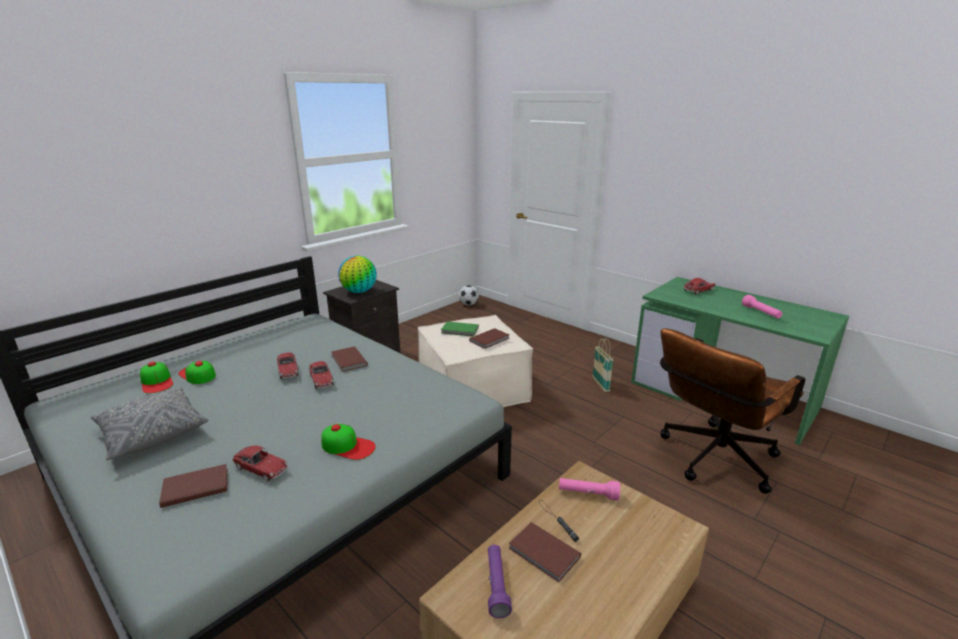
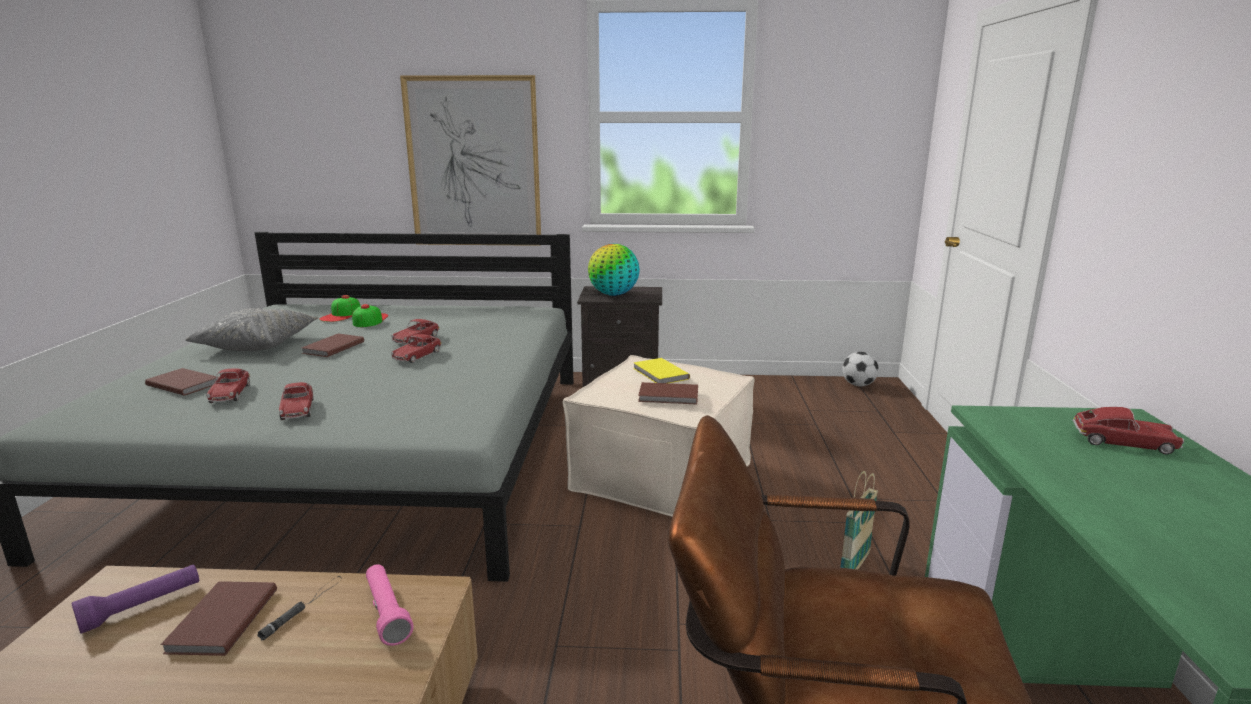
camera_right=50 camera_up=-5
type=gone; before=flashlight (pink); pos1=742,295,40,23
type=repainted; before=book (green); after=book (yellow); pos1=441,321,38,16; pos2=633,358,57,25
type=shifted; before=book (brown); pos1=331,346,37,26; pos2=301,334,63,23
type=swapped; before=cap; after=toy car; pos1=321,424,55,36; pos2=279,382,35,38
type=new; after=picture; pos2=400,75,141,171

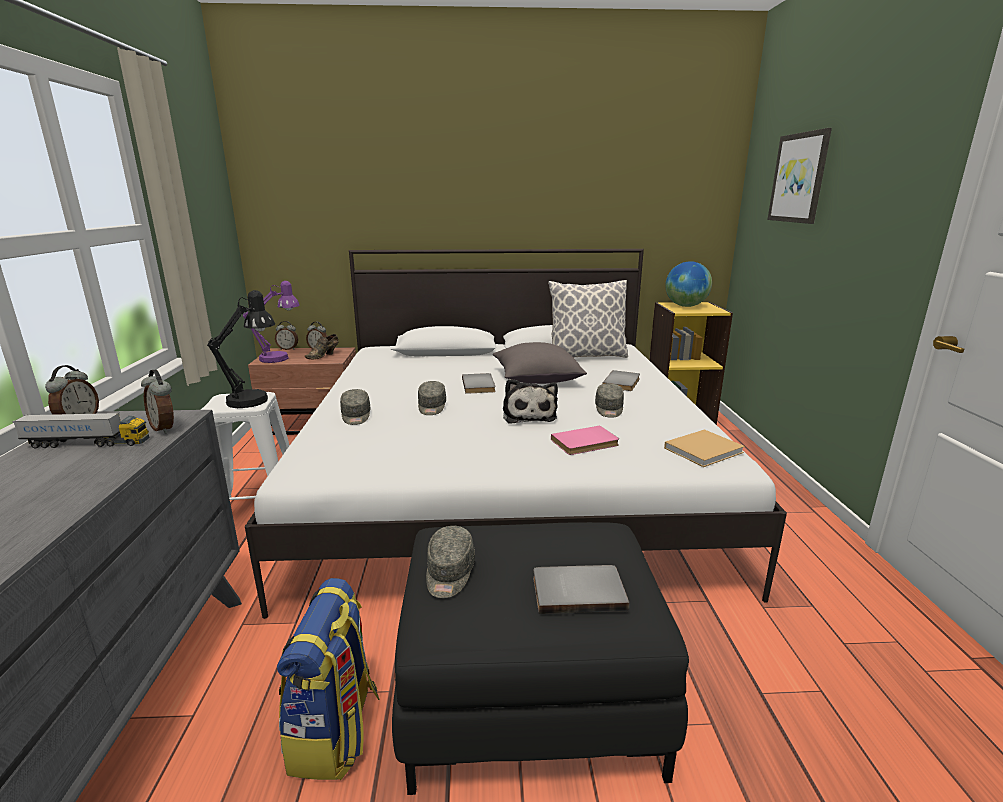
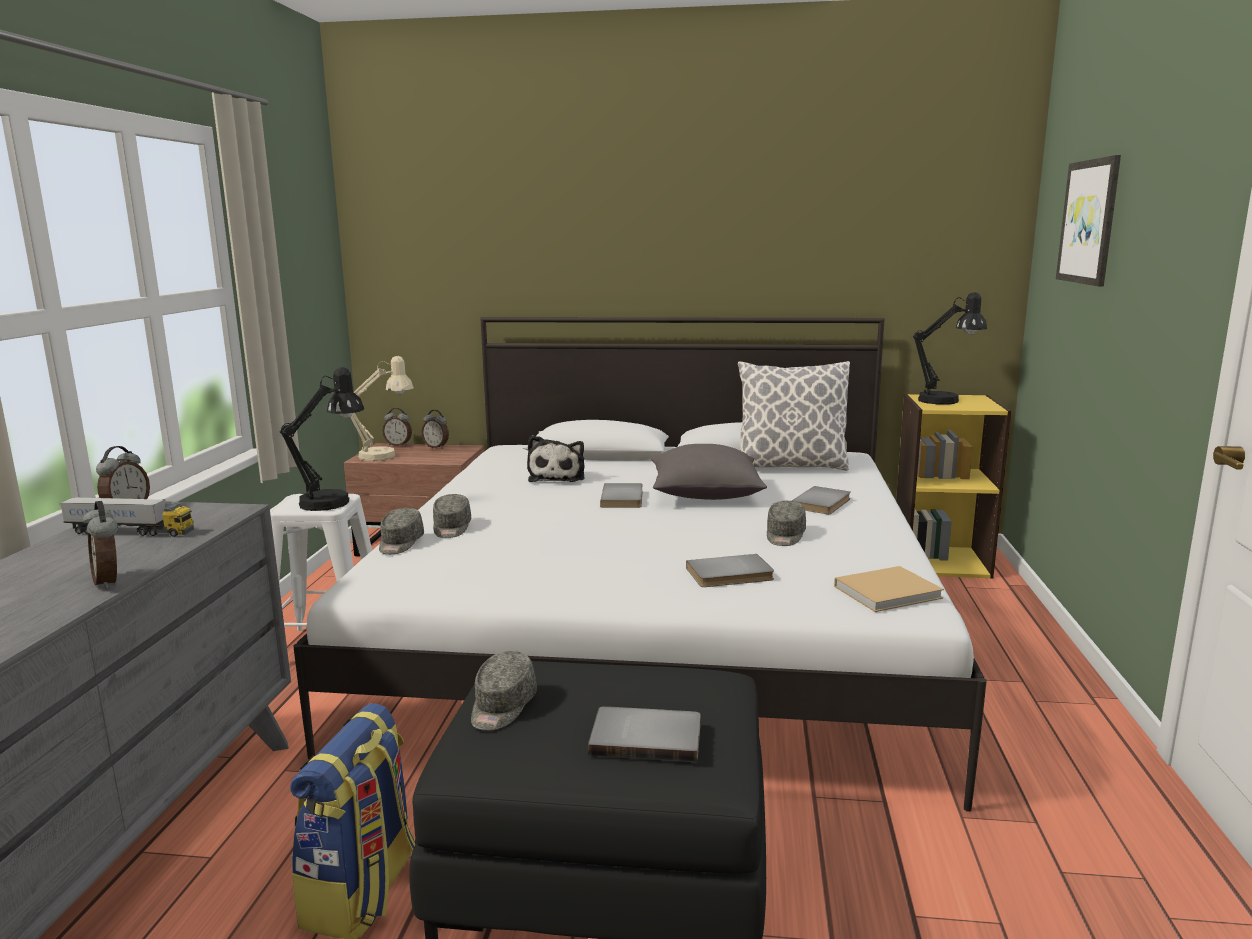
camera_right=10 camera_up=-5
type=swapped; before=globe; after=table lamp (black); pos1=665,261,47,46; pos2=913,292,74,113
type=repainted; before=table lamp (purple); after=table lamp (beige); pos1=243,281,57,82; pos2=351,356,63,105
type=gone; before=shoe (brown); pos1=305,334,34,25
type=shifted; before=alarm clock; pos1=141,369,33,65; pos2=83,501,35,88
type=shifted; before=plush toy; pos1=503,379,55,45; pos2=527,435,57,47
type=shifted; before=cap (grey); pos1=418,381,28,34; pos2=379,508,45,46
type=repainted; before=book (pink); after=book (grey); pos1=551,426,68,29; pos2=686,554,88,33

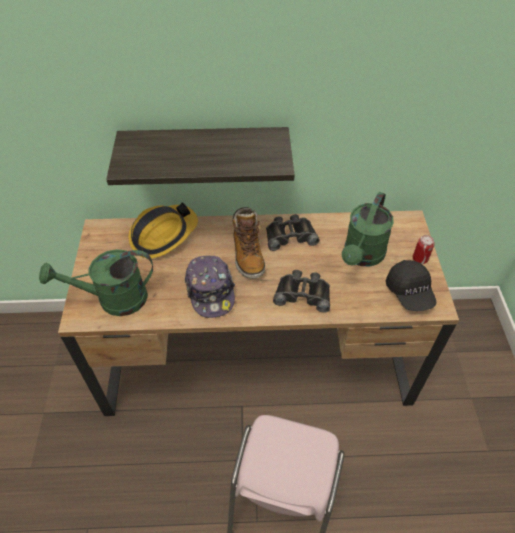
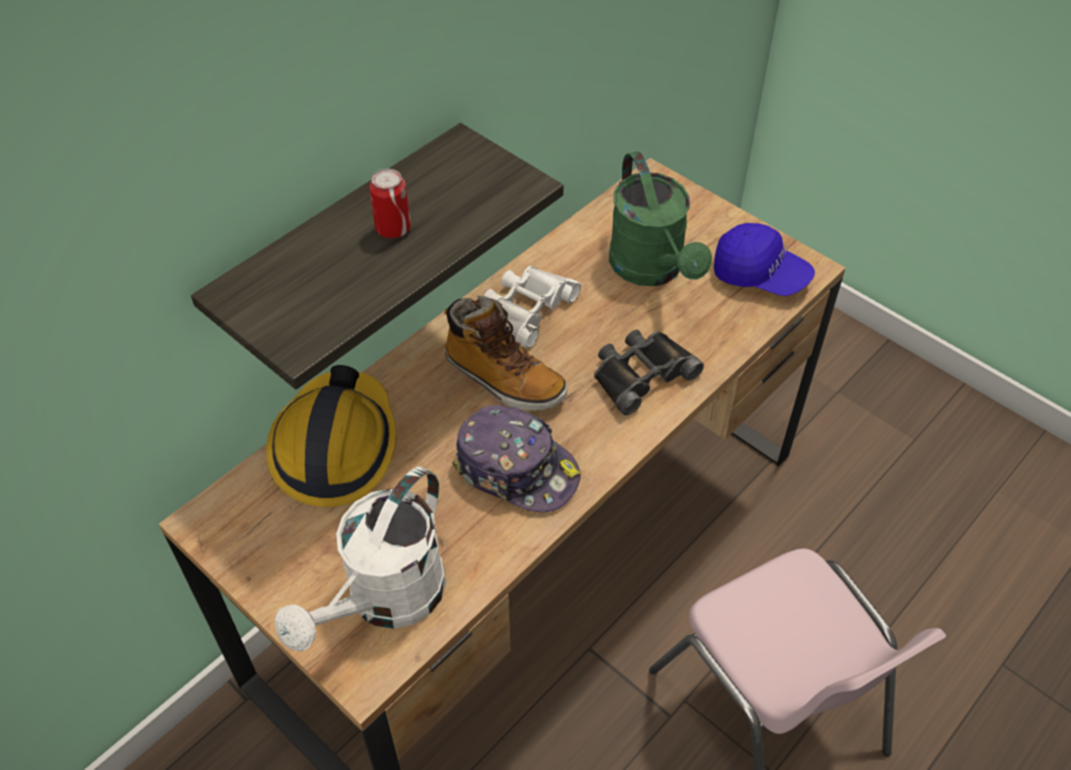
camera_right=-45 camera_up=0
type=repainted; before=binoculars (black); after=binoculars (white); pos1=266,214,53,37; pos2=484,266,97,82
type=shifted; before=can; pos1=413,235,21,29; pos2=369,169,42,69
type=repainted; before=watering can (green); after=watering can (white); pos1=39,249,114,67; pos2=275,466,171,185
type=repainted; before=cap (black); after=cap (blue); pos1=386,260,51,51; pos2=714,223,101,73

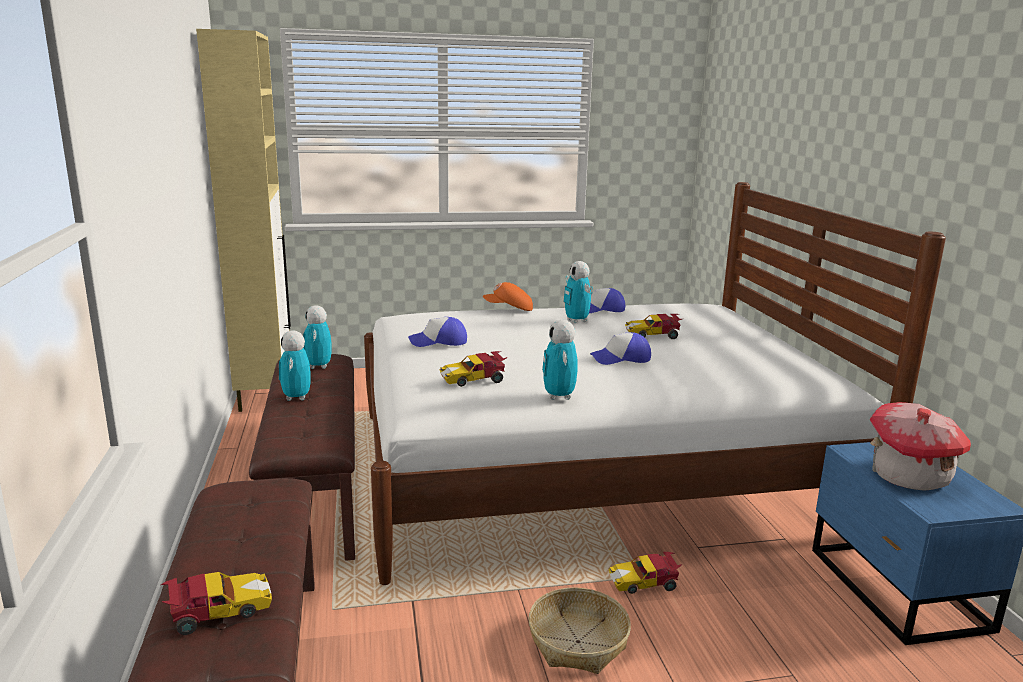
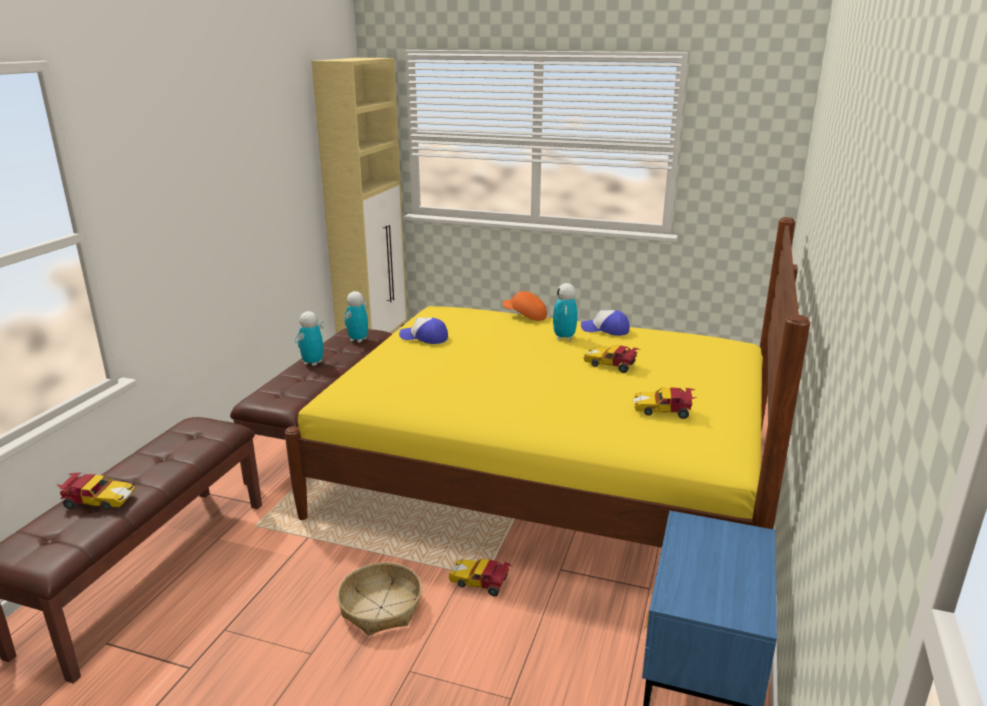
camera_right=30 camera_up=5
type=repainted; before=bed (white); after=bed (yellow); pos1=364,182,582,403; pos2=285,217,525,331
type=gone; before=toy robot; pos1=542,320,36,80
type=gone; before=cap; pos1=590,332,61,33
type=shifted; before=toy car; pos1=440,351,68,36; pos2=634,387,63,32
type=gone; before=toy house; pos1=869,402,102,89

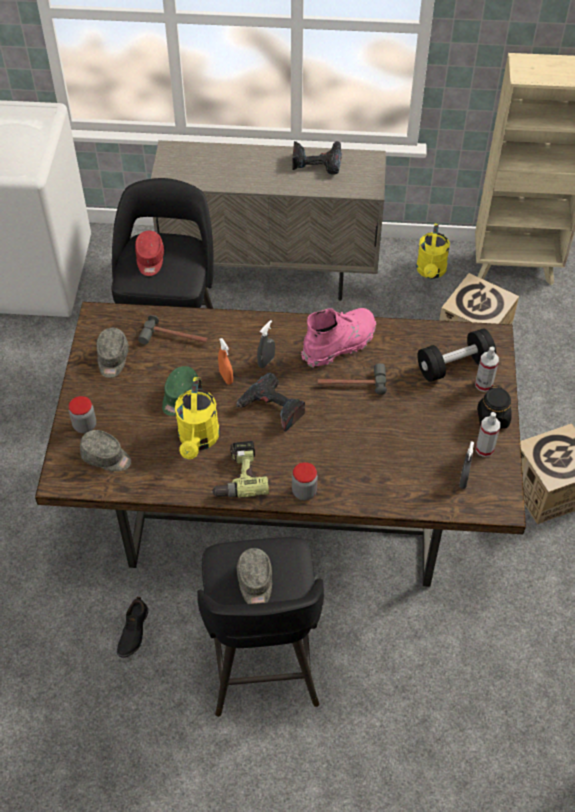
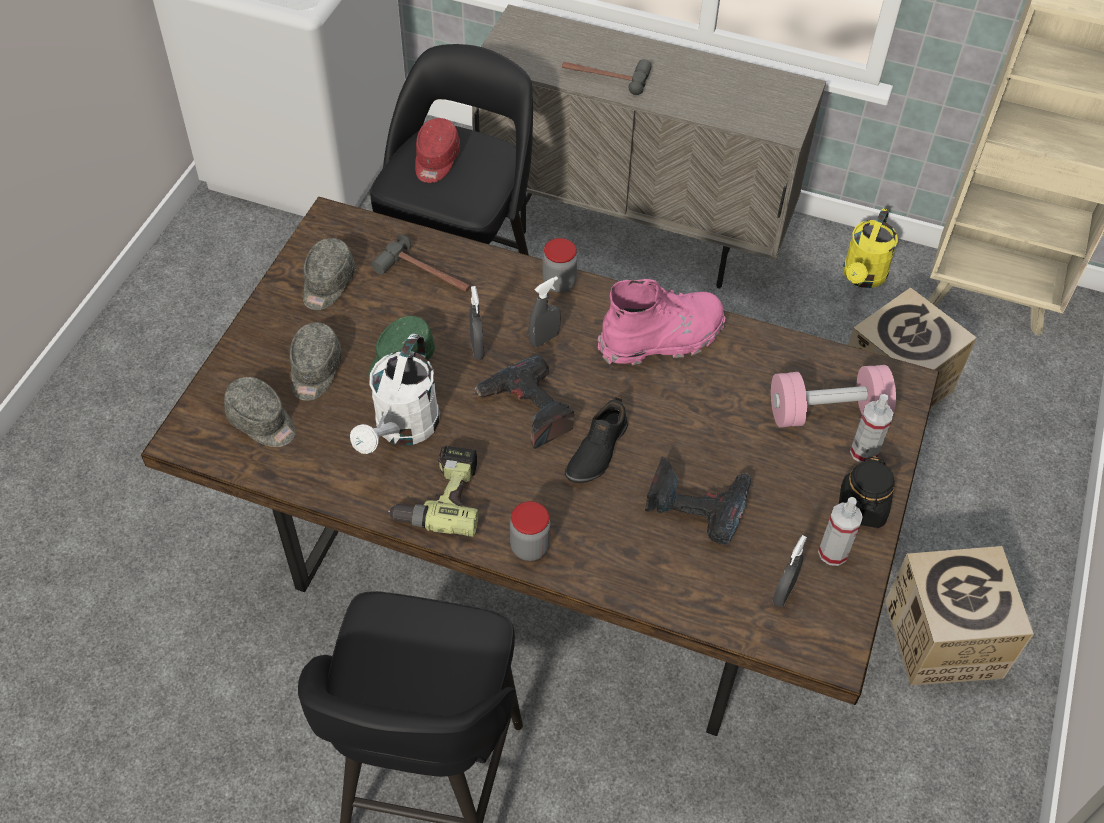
camera_right=15 camera_up=0
type=shifted; before=power drill; pos1=292,141,50,34; pos2=645,456,106,89
type=repainted; before=dumbbell (black); after=dumbbell (pink); pos1=418,328,78,54; pos2=771,365,125,62
type=repainted; before=spray bottle (orange); after=spray bottle (grey); pos1=218,338,15,47; pos2=469,286,16,74
type=shifted; before=hammer; pos1=318,363,69,32; pos2=562,59,90,36
type=repainted; before=watering can (yellow); after=watering can (white); pos1=175,377,45,82; pos2=350,334,89,120
type=shifted; before=jar; pos1=68,396,28,37; pos2=542,238,36,55
type=shifted; before=cap (grey); pos1=237,548,35,56; pos2=290,322,52,79
type=shifted; before=shoe (black); pos1=117,597,31,61; pos2=565,396,63,87

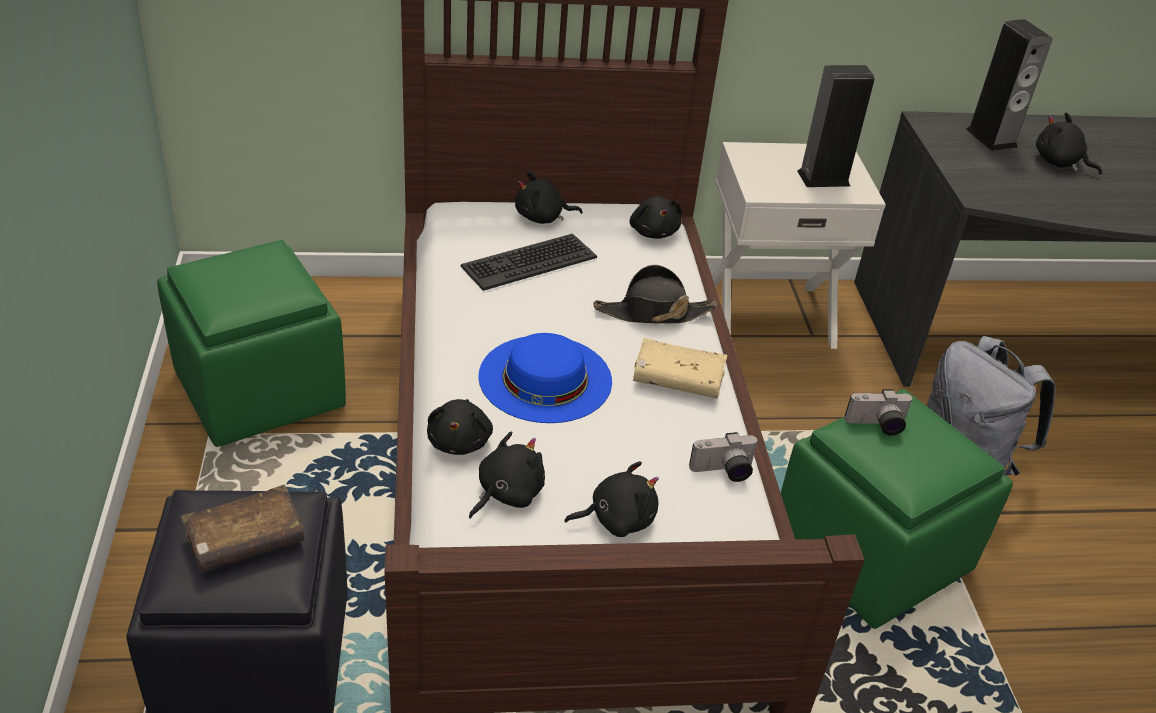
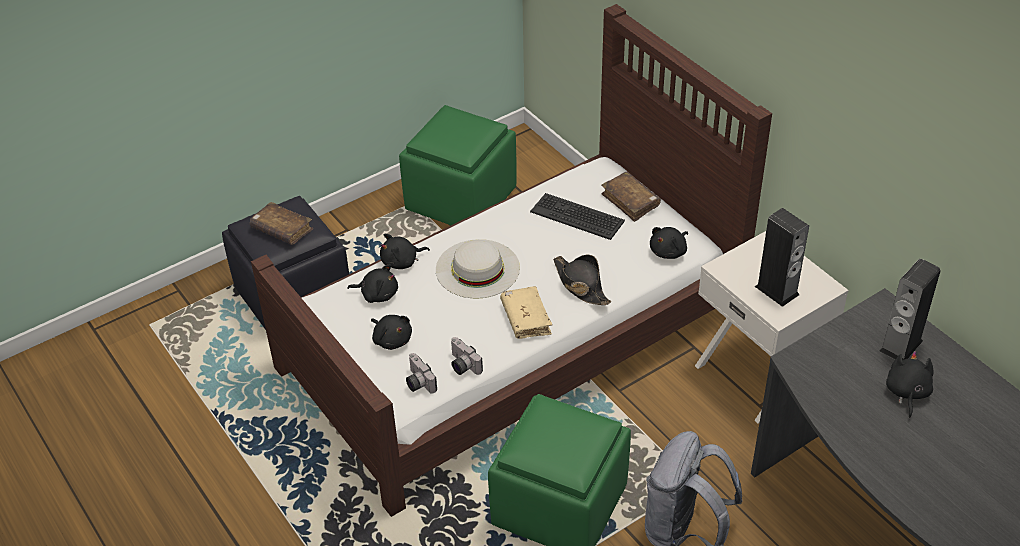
camera_right=65 camera_up=5
type=swapped; before=plush toy (black); after=book (brown); pos1=515,171,68,53; pos2=601,172,60,50
type=repainted; before=hat (blue); after=hat (white); pos1=478,333,134,90; pos2=436,239,84,60
type=shifted; before=photo camera; pos1=845,389,68,47; pos2=406,353,31,41

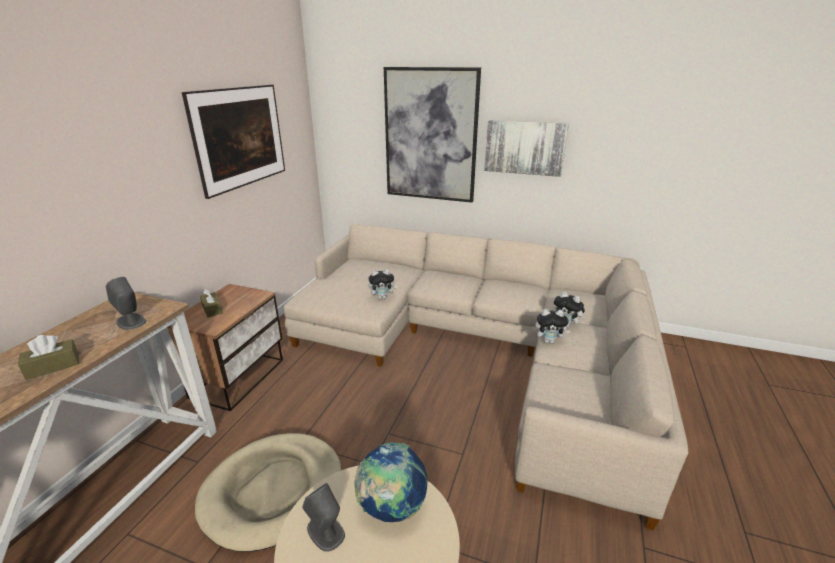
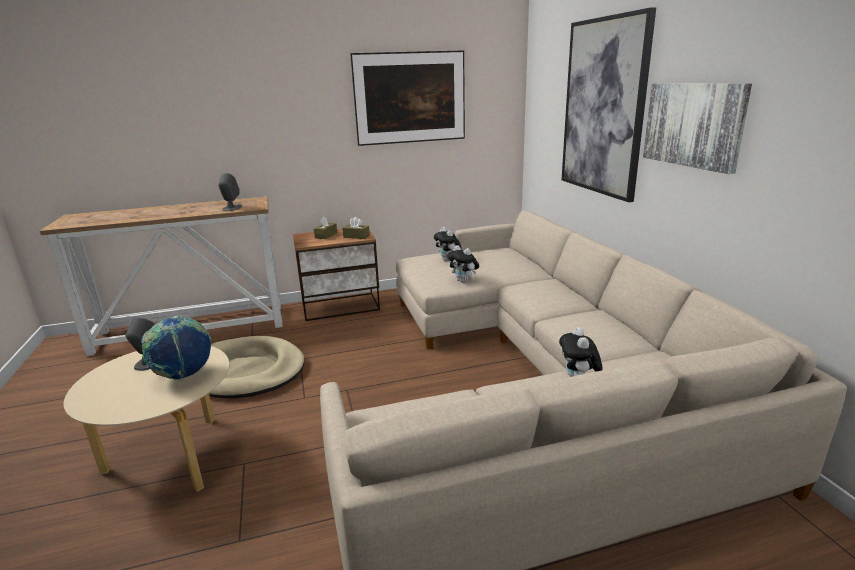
camera_right=55 camera_up=-5
type=shifted; before=plush toy; pos1=535,309,35,35; pos2=434,227,28,34
type=shifted; before=tissue box (brown); pos1=18,335,61,45; pos2=342,217,28,22

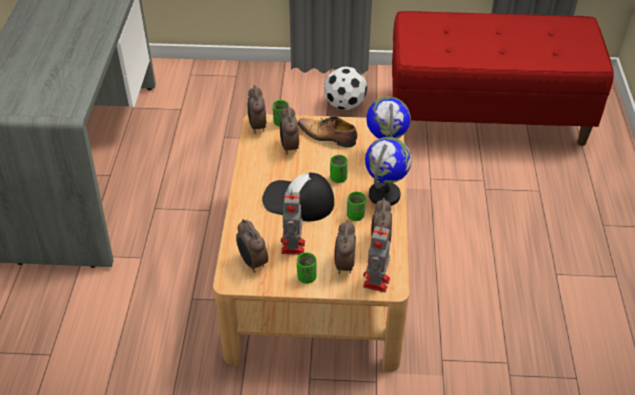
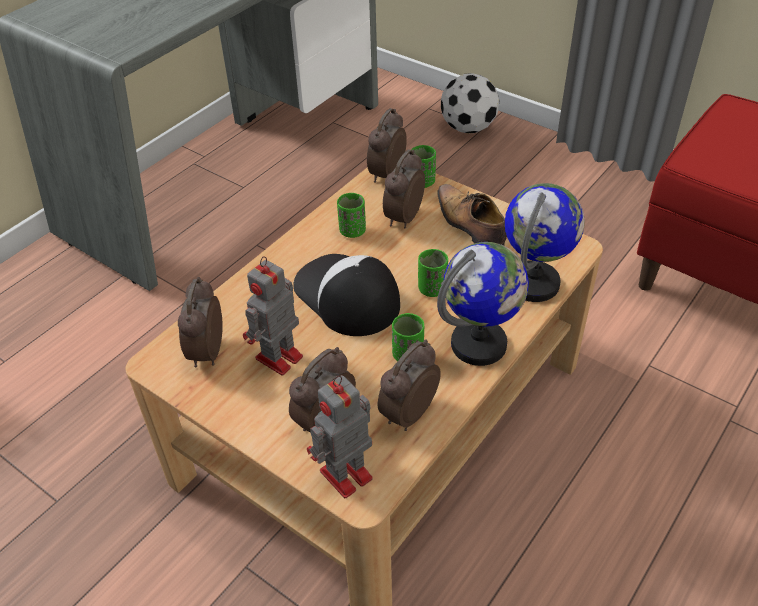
camera_right=35 camera_up=0
type=shifted; before=football; pos1=324,67,43,43; pos2=441,73,59,61
type=shifted; before=cup (green); pos1=297,252,20,32; pos2=337,193,29,45

